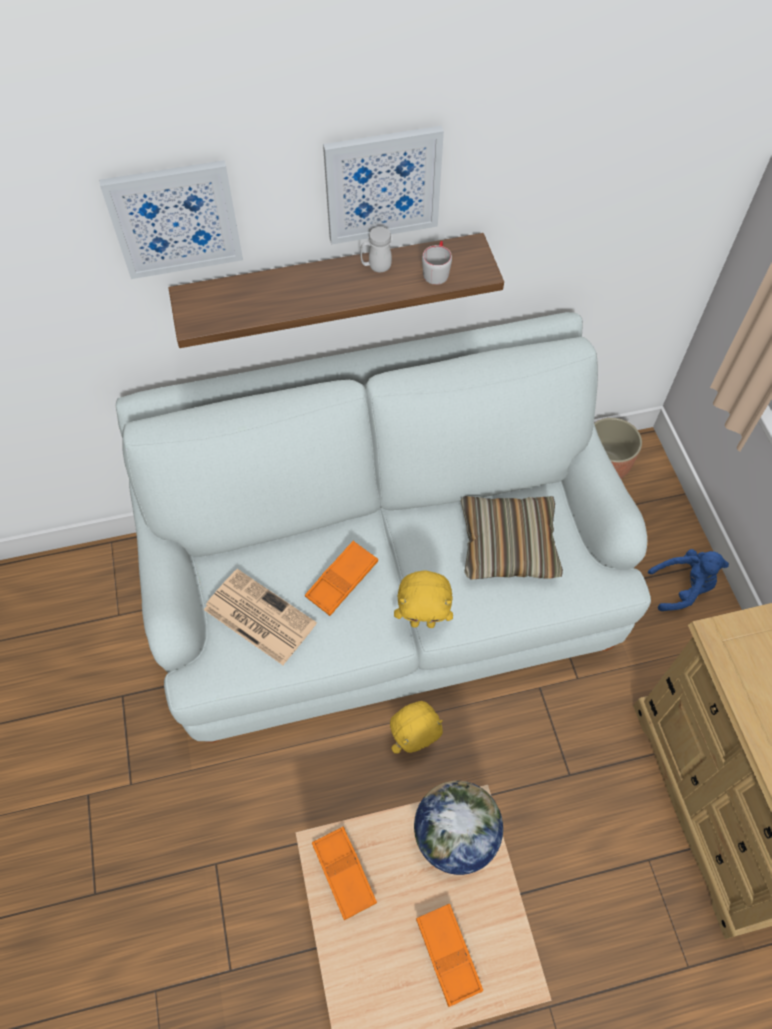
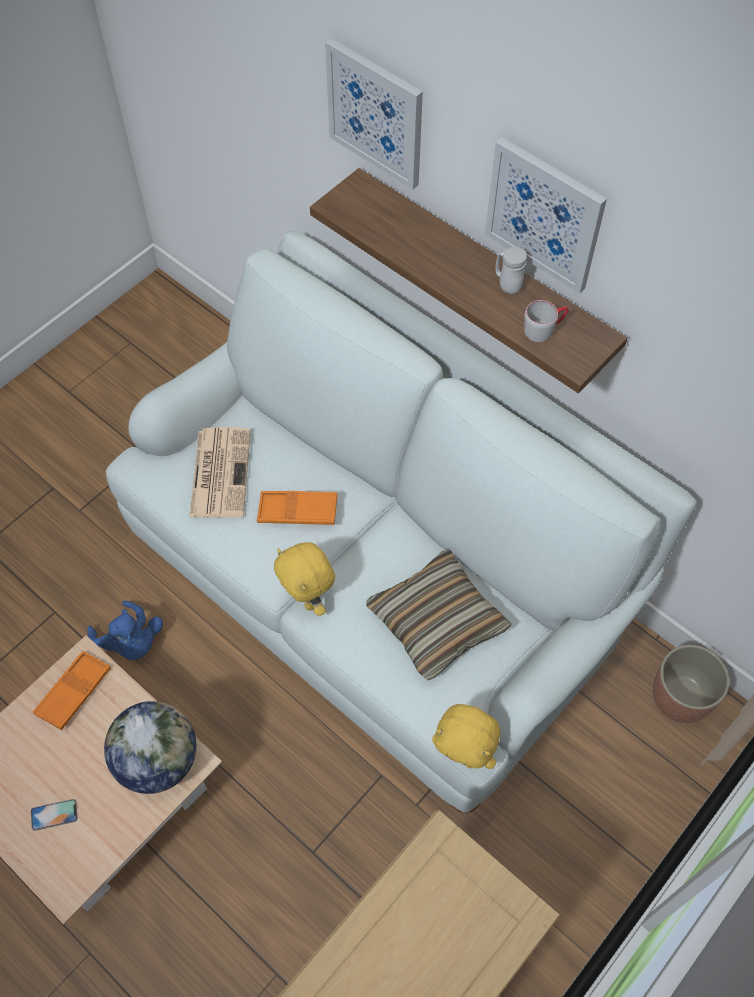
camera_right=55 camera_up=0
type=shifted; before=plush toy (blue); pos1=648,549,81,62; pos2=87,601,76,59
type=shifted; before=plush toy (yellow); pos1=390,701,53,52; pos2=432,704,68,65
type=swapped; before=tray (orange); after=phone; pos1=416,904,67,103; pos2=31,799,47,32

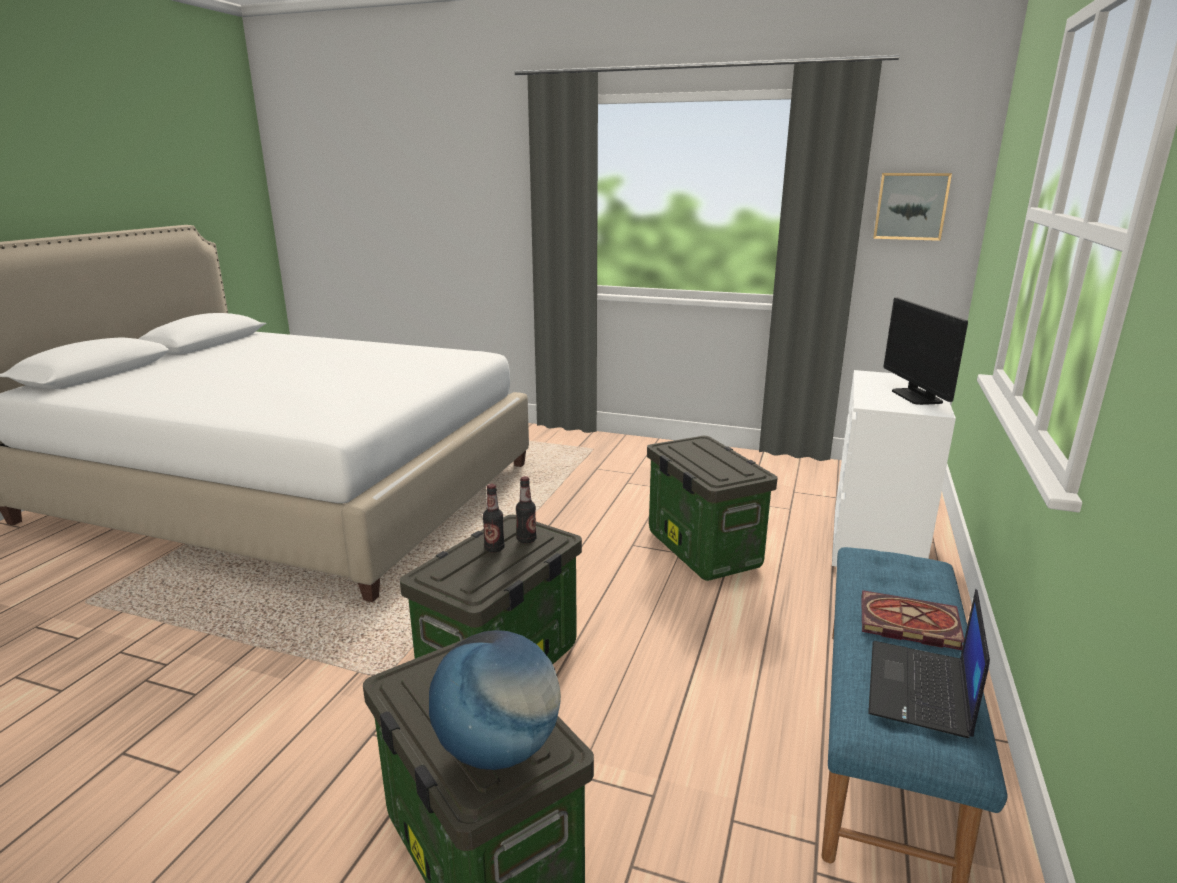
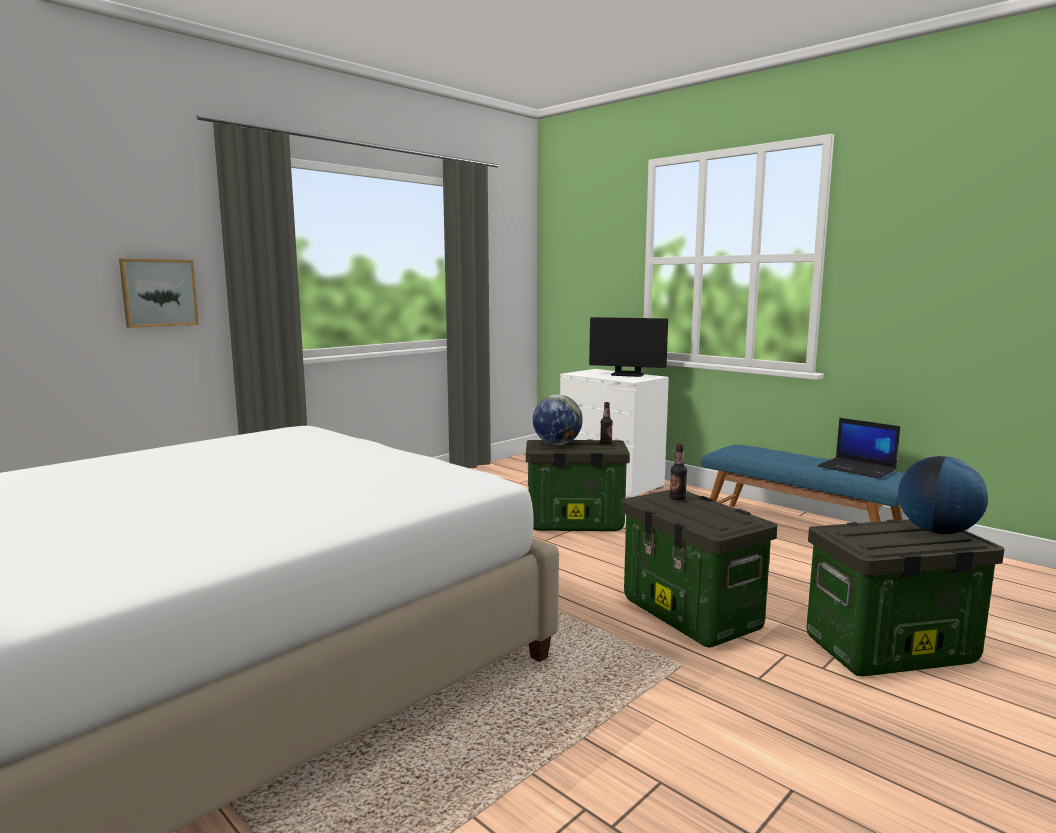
camera_right=-65 camera_up=-10
type=shifted; before=picture; pos1=873,173,79,68; pos2=119,259,80,69
type=shifted; before=bottle; pos1=483,484,22,68; pos2=600,402,13,42
type=gone; before=book; pos1=861,590,103,60
type=new; after=globe; pos2=533,394,50,51

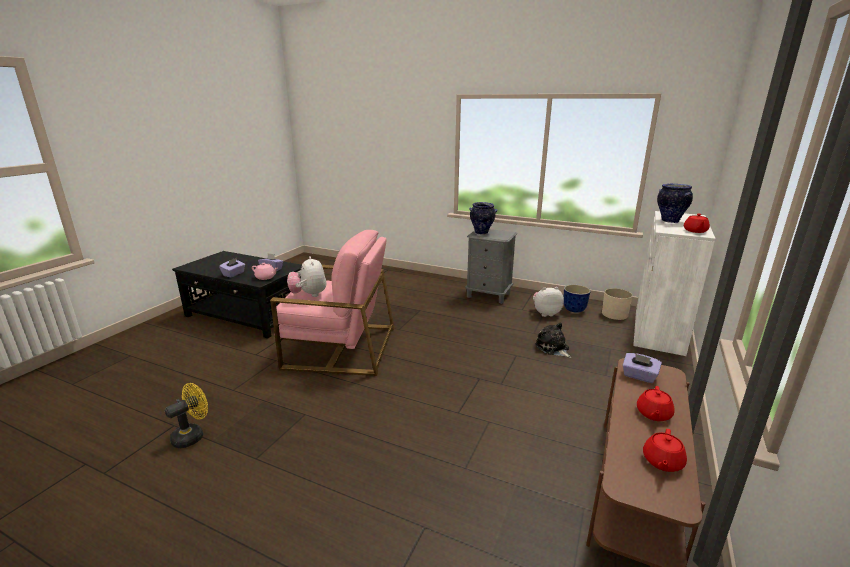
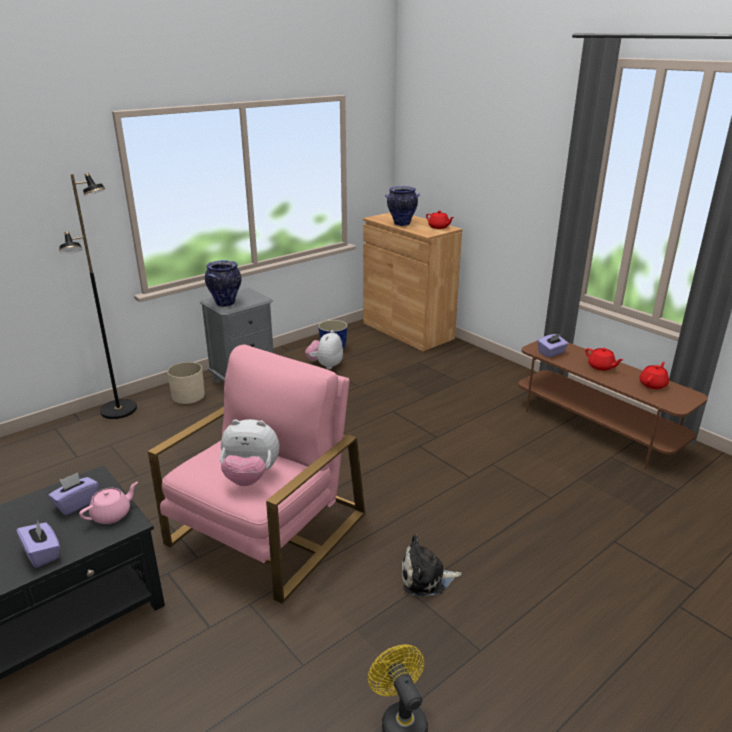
camera_right=-65 camera_up=5
type=repainted; before=cabinet (white); after=cabinet (brown); pos1=633,211,83,145; pos2=363,212,99,139
type=shifted; before=planter (beige); pos1=602,288,31,32; pos2=167,362,38,42
type=shifted; before=plush toy; pos1=535,323,36,35; pos2=401,534,61,63
type=rotated; before=teapot (red); pos1=643,429,44,43; pos2=639,362,30,27; turn=-105
type=new; after=floor lamp (black); pos2=59,173,78,246

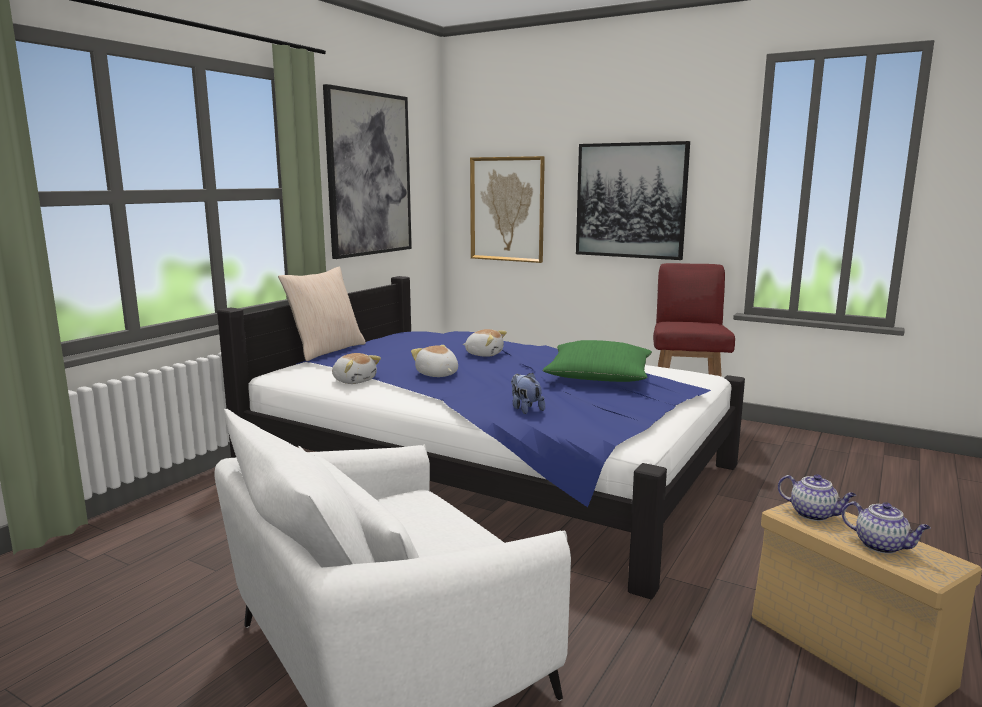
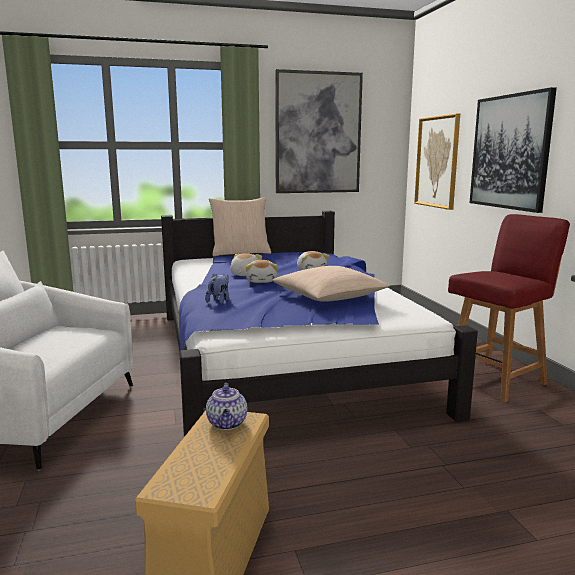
camera_right=45 camera_up=0
type=repainted; before=pillow (green); after=pillow (beige); pos1=542,340,110,42; pos2=272,266,118,36
type=shifted; before=plush toy; pos1=332,353,49,31; pos2=246,260,32,23
type=gone; before=teapot; pos1=842,501,89,53

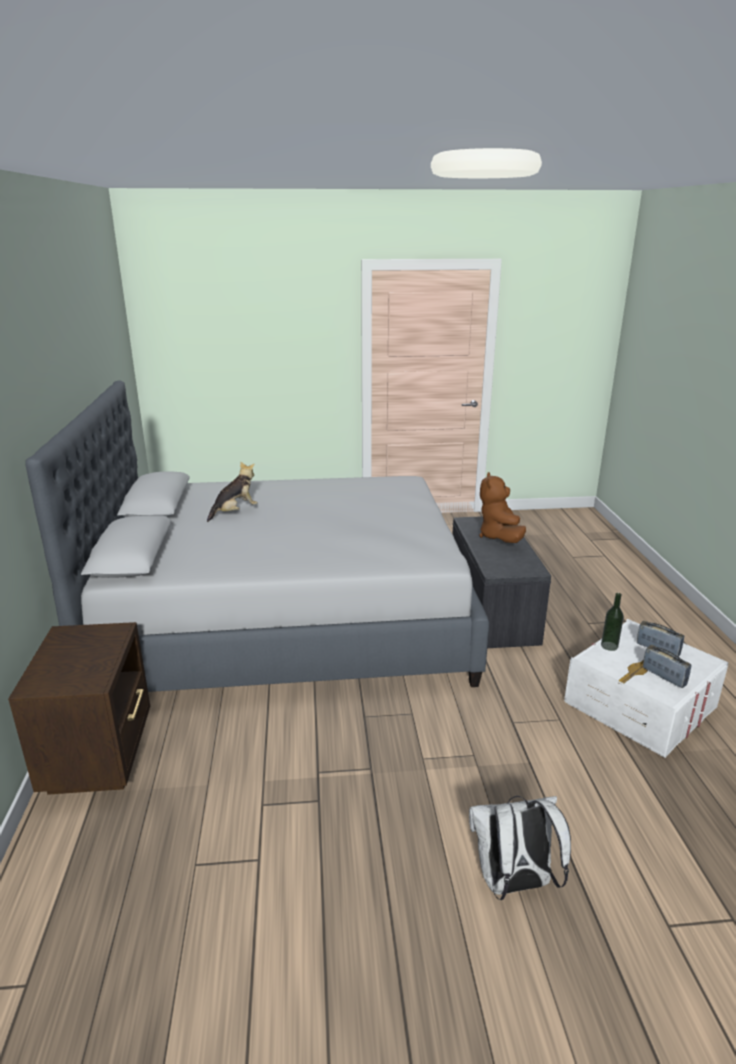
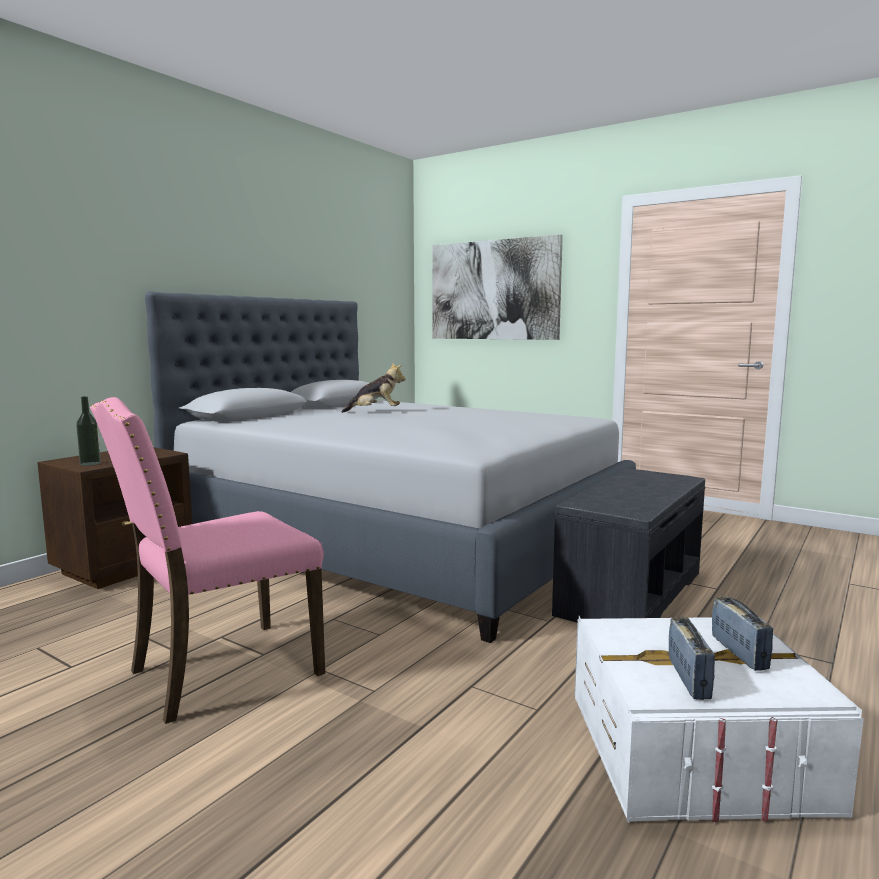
camera_right=40 camera_up=-15
type=gone; before=plush toy (brown); pos1=479,472,47,71
type=shifted; before=bottle; pos1=601,593,23,58; pos2=76,396,25,70
type=gone; before=backpack (white); pos1=469,796,102,104
type=new; after=picture; pos2=432,234,131,106
type=new; after=chair (pink); pos2=90,397,235,327

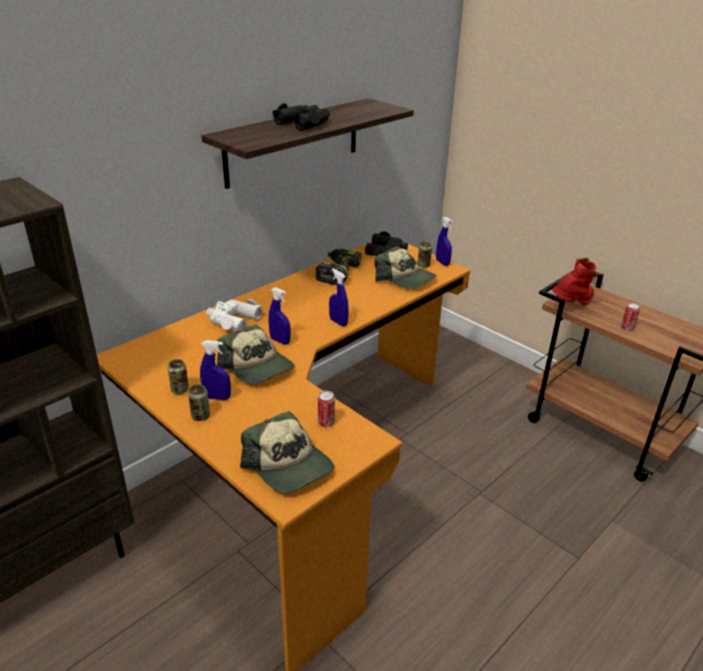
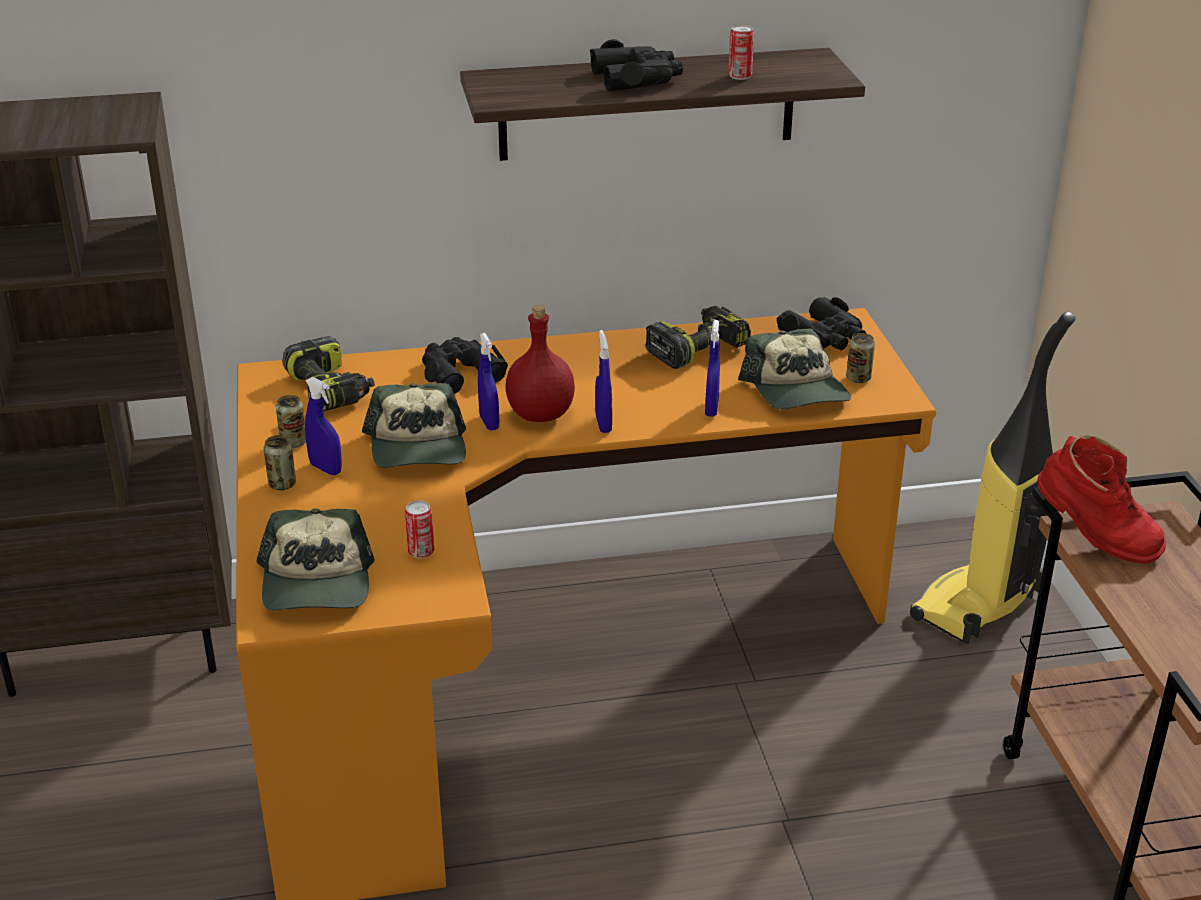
camera_right=35 camera_up=0
type=shifted; before=spray bottle (blue); pos1=436,217,17,49; pos2=705,320,15,97
type=rotated; before=boot (red); pos1=552,258,52,48; pos2=1037,436,129,128; turn=45
type=repainted; before=binoculars (white); after=binoculars (black); pos1=206,299,57,33; pos2=422,337,86,57
type=shifted; before=can; pos1=621,303,19,28; pos2=728,25,26,55
type=new; after=bottle (red); pos2=506,305,69,117
type=new; after=vacuum cleaner; pos2=910,312,166,332
type=new; after=power drill; pos2=282,336,92,75

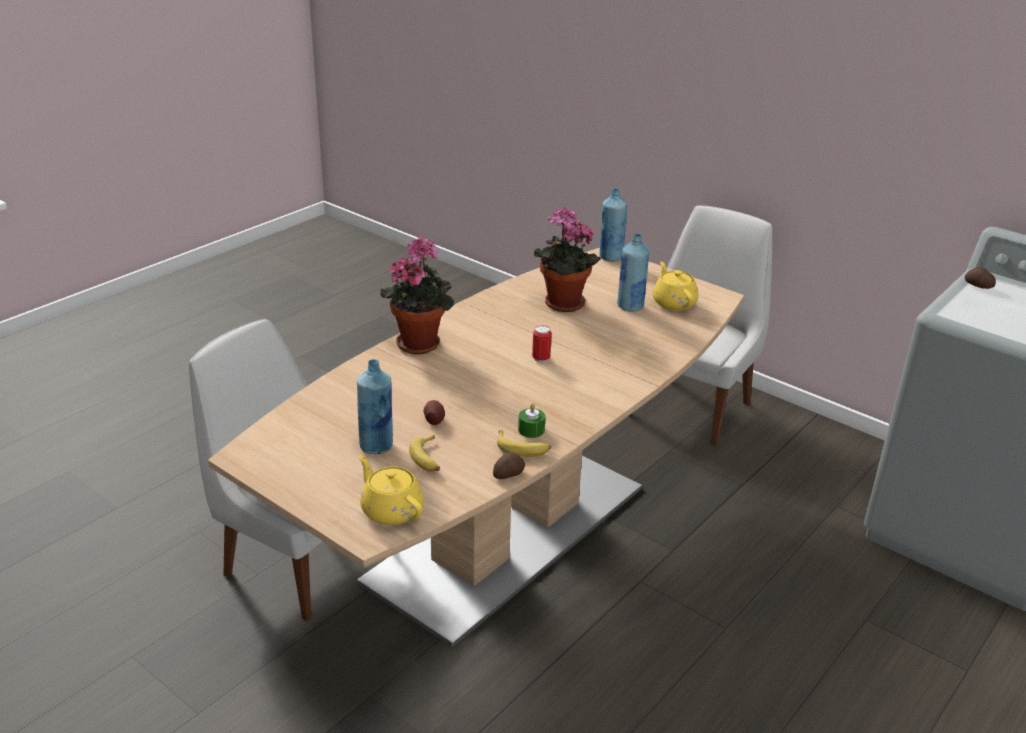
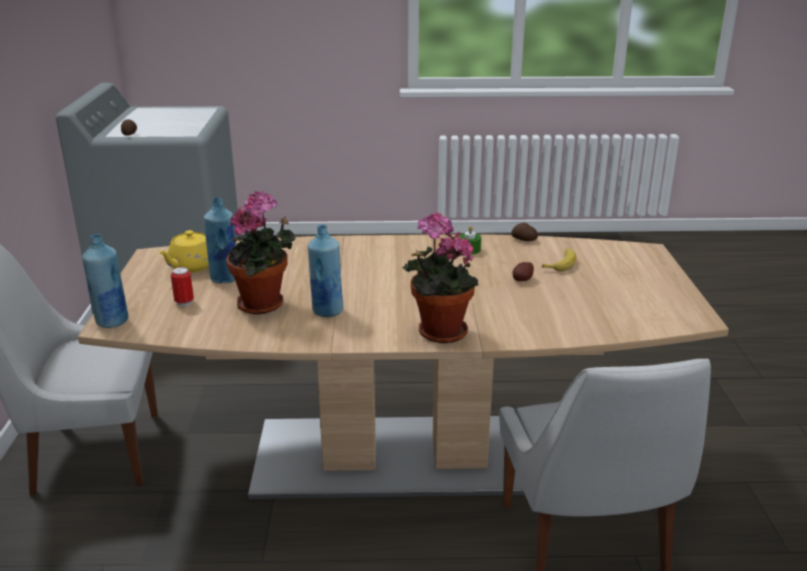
camera_right=-130 camera_up=-5
type=shifted; before=can; pos1=532,325,20,38; pos2=171,267,23,39
type=shifted; before=bottle (blue); pos1=357,359,36,95; pos2=308,225,35,92
type=gone; before=banana; pos1=497,431,54,26
type=gone; before=teapot (yellow); pos1=359,455,65,70

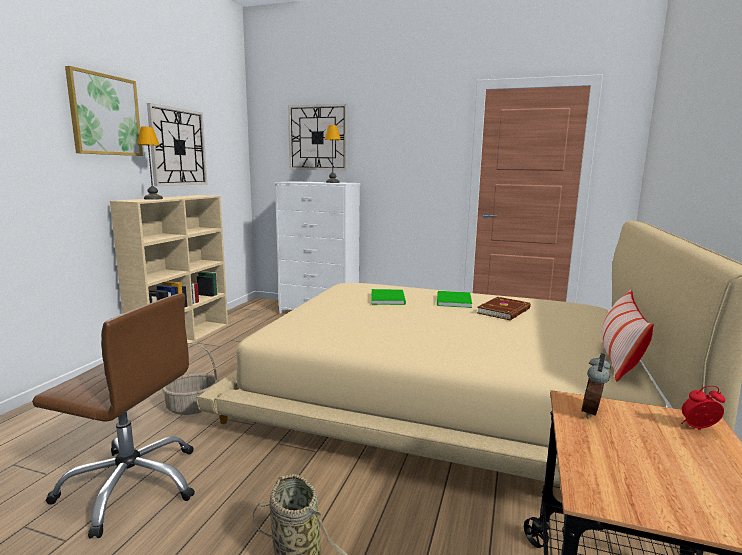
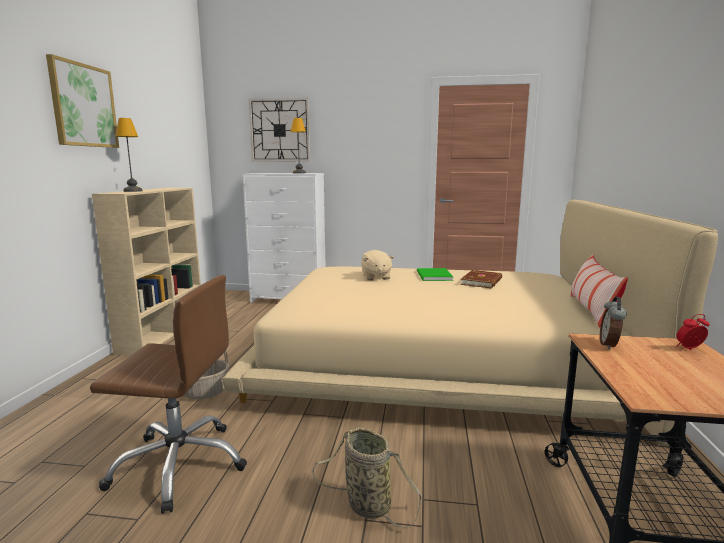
camera_right=-10 camera_up=0
type=gone; before=wall clock; pos1=147,103,60,83
type=swapped; before=book (green); after=plush toy (beige); pos1=371,289,35,16; pos2=361,250,33,30

